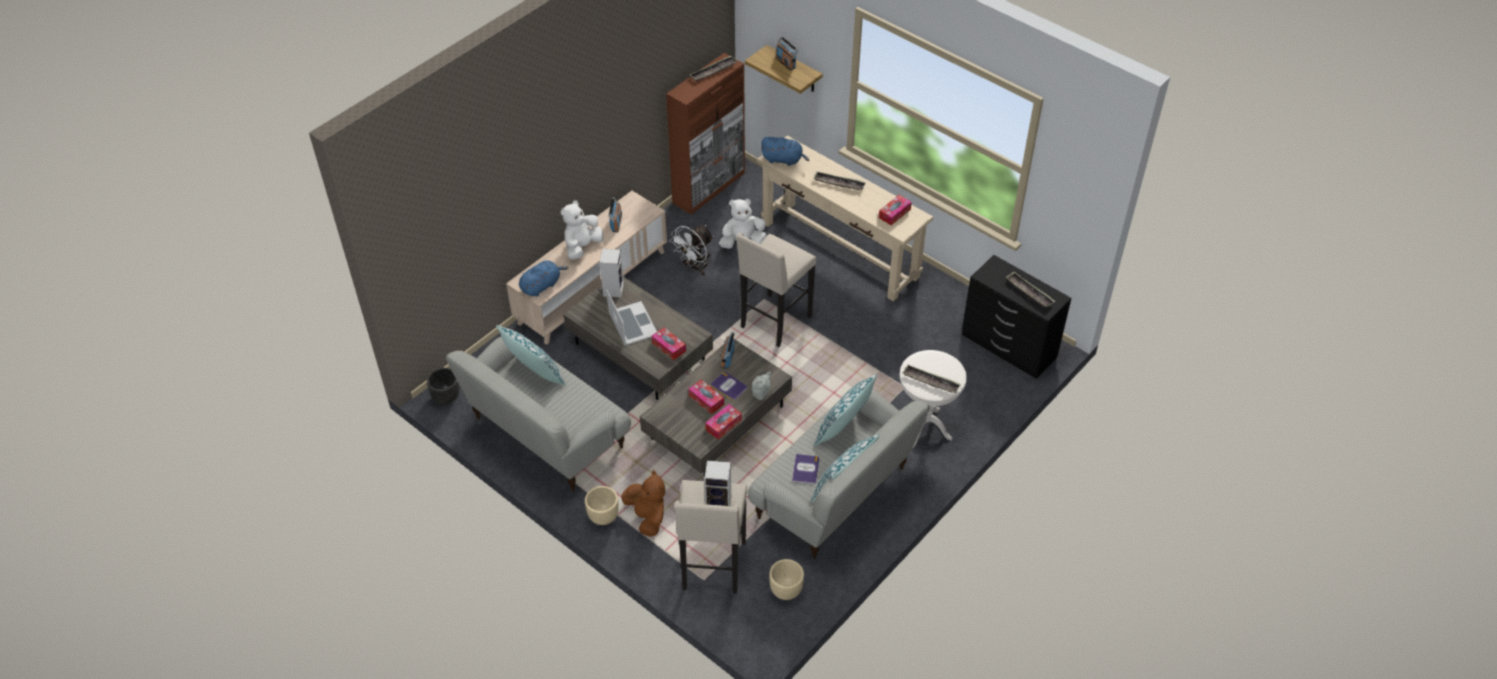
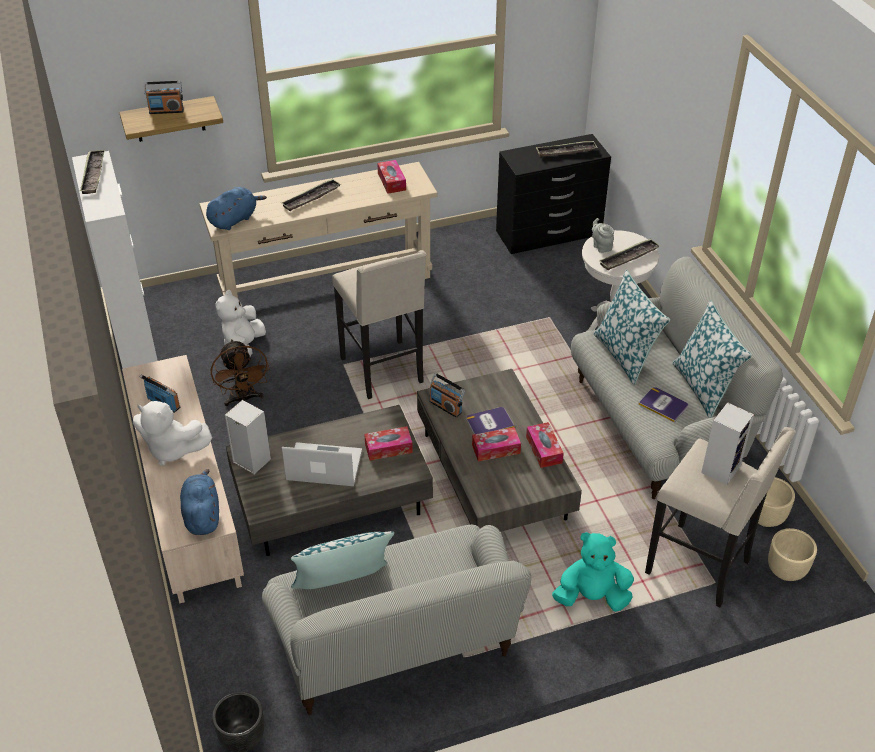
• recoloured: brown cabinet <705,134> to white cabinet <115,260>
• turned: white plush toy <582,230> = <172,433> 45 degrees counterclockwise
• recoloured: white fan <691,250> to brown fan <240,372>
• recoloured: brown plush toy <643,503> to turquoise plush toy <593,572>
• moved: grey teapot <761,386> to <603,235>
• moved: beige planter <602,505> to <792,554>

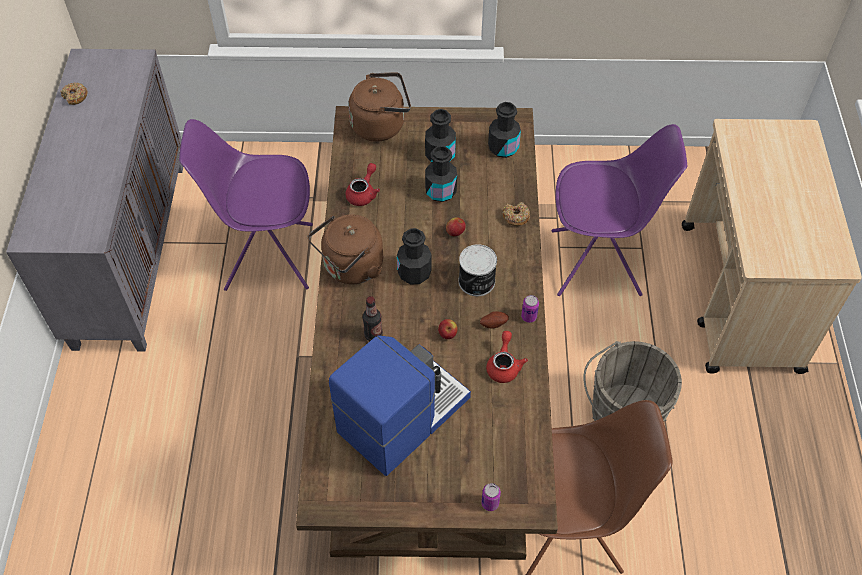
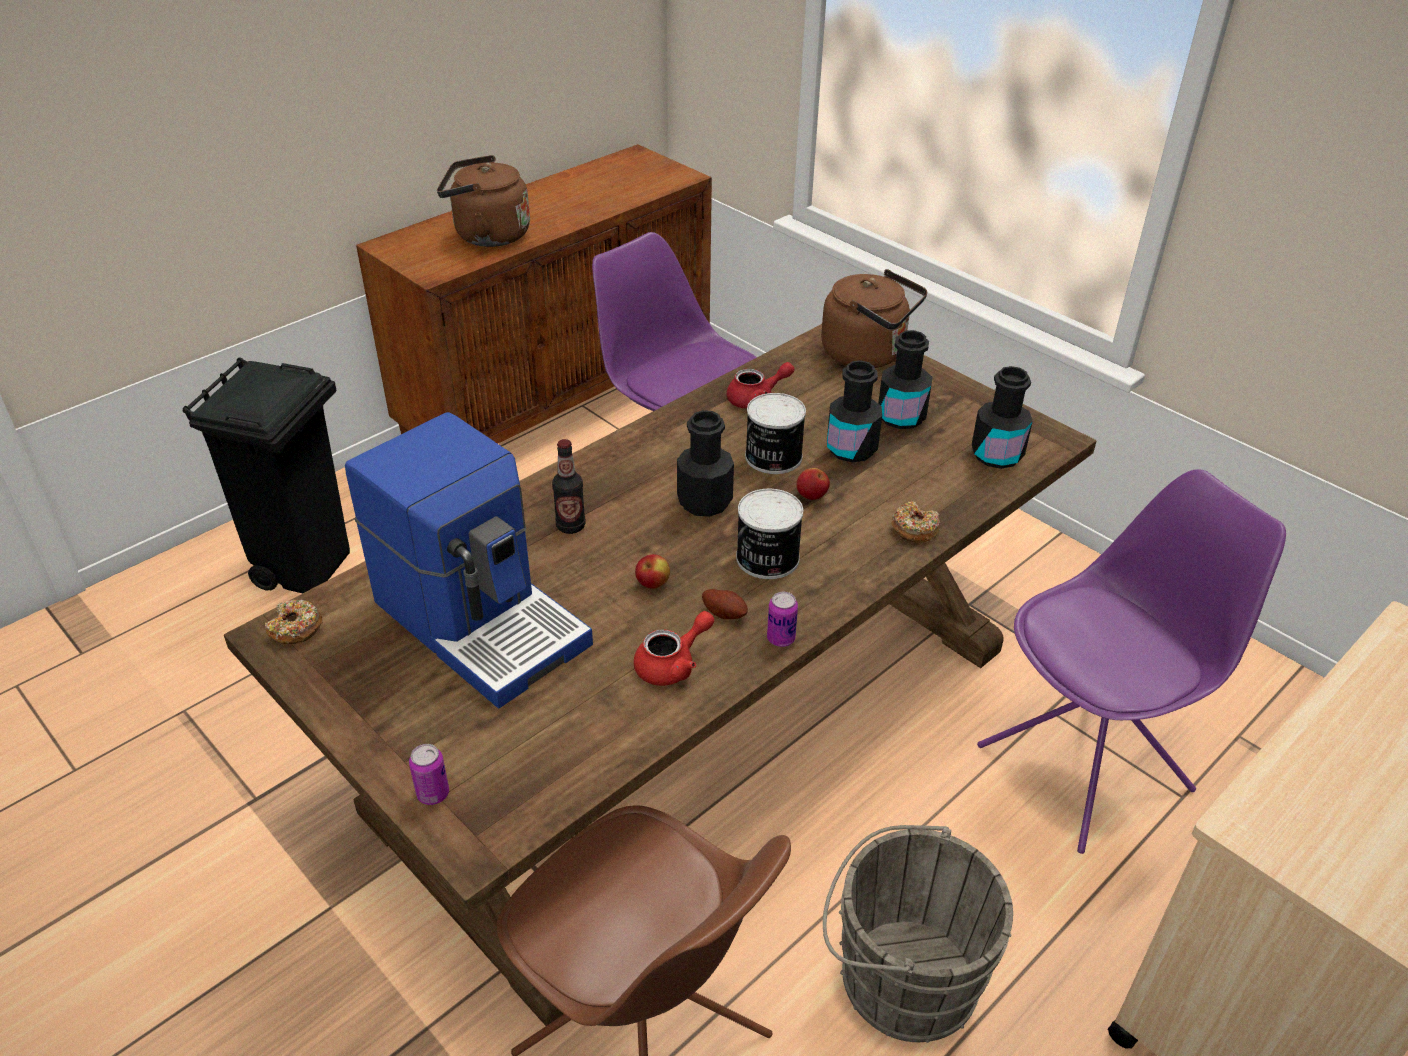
• added: black trash can <266,475>
• moved: donut <74,93> to <294,622>
• turned: coffee machine <400,405> = <469,560> 45 degrees clockwise
• recoloured: grey cabinet <94,200> to brown cabinet <534,294>
• moved: brown kettle <345,249> to <483,201>
• added: can <775,433>
• turned: purple chair <619,210> = <1131,661> 75 degrees counterclockwise

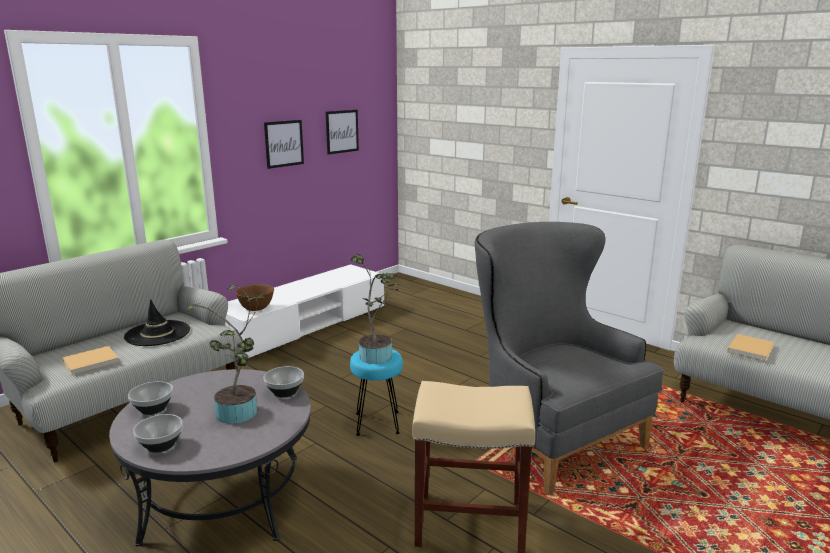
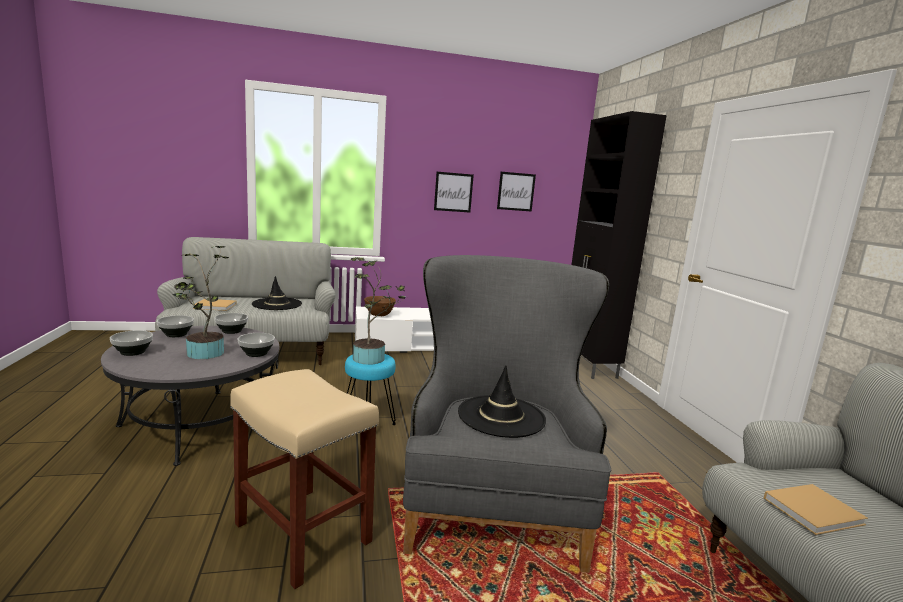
• added: bowl <231,323>
• added: black hat <502,401>
• added: black cabinet <619,245>

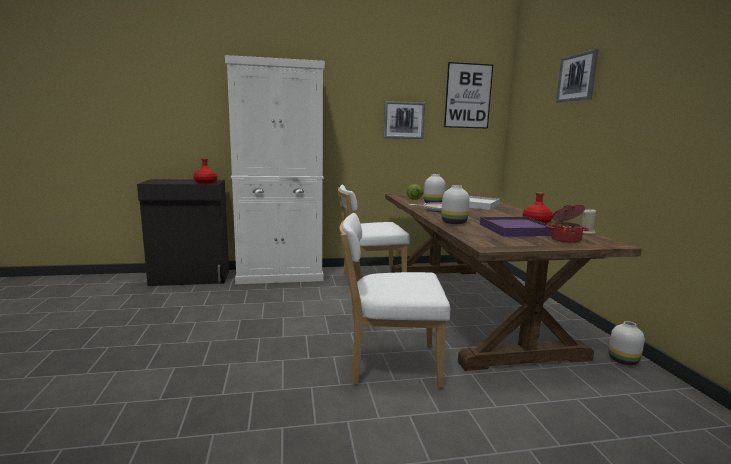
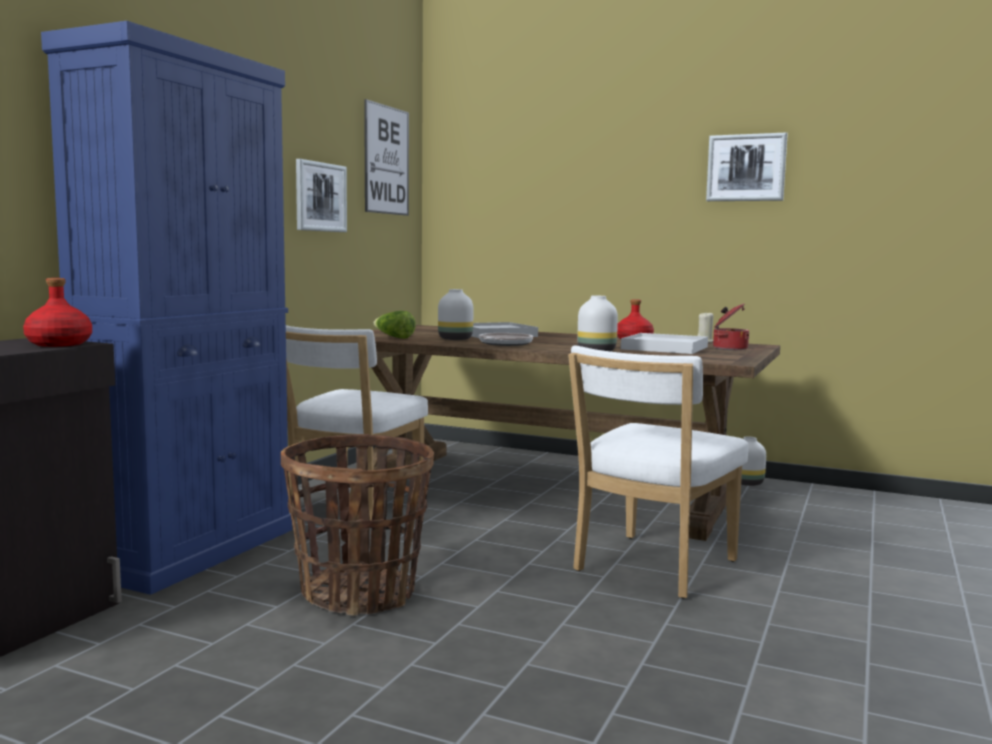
• recoloured: white cabinet <275,169> to blue cabinet <166,308>
• added: basket <357,525>
• recoloured: purple tray <516,227> to white tray <664,343>
• moved: picture <577,76> to <747,166>

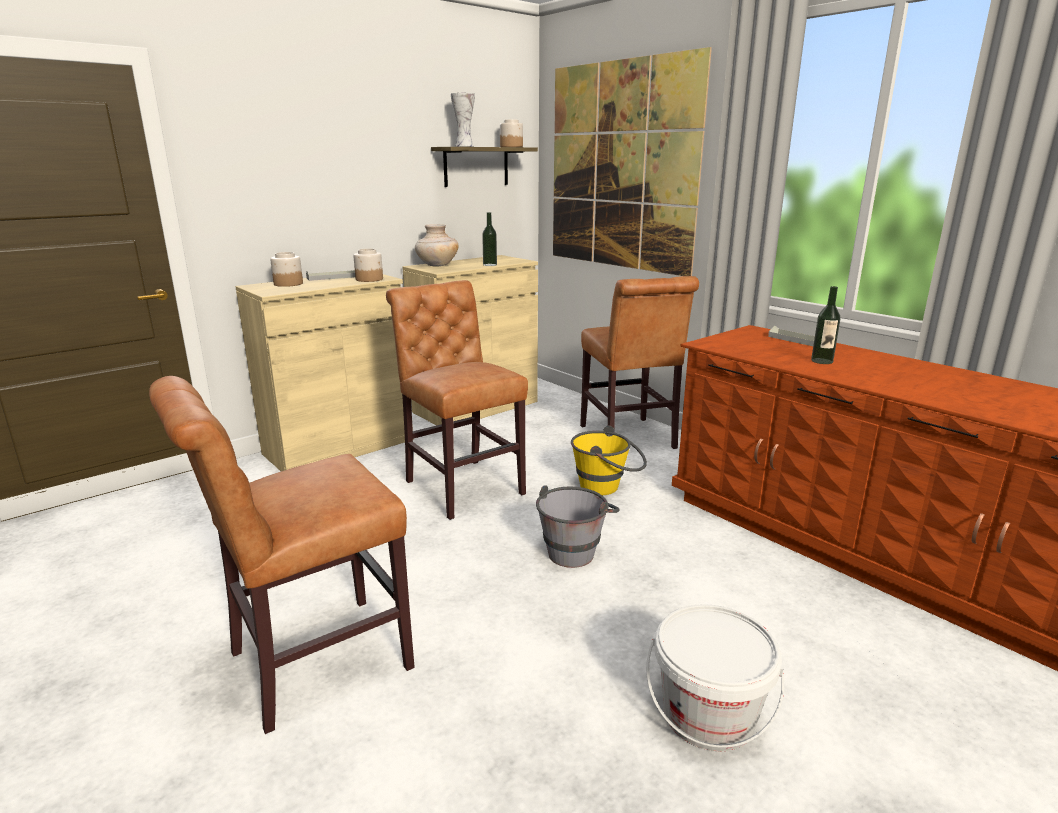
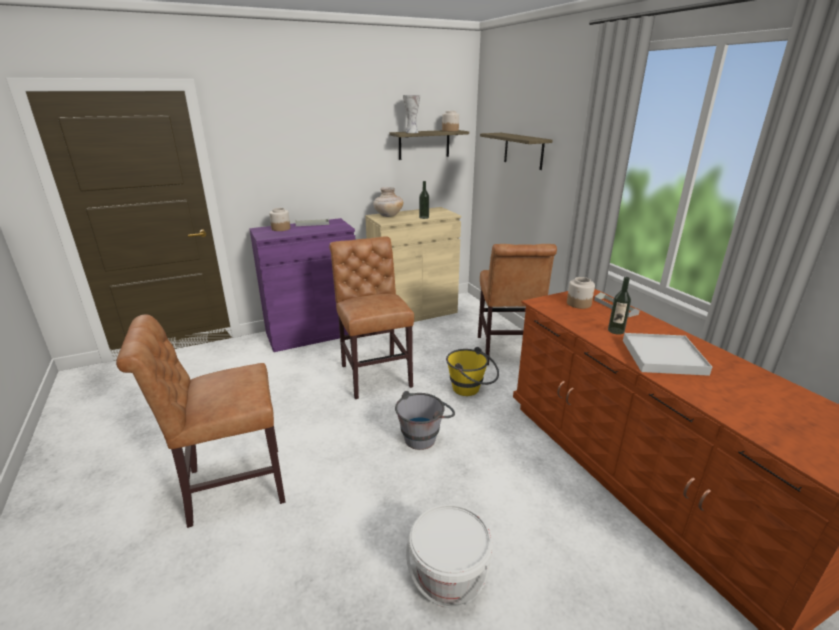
• recoloured: beige cabinet <324,372> to purple cabinet <302,285>
• replaced: picture <632,161> to shelf <516,151>
• moved: jar <368,265> to <581,293>
• added: white tray <667,354>

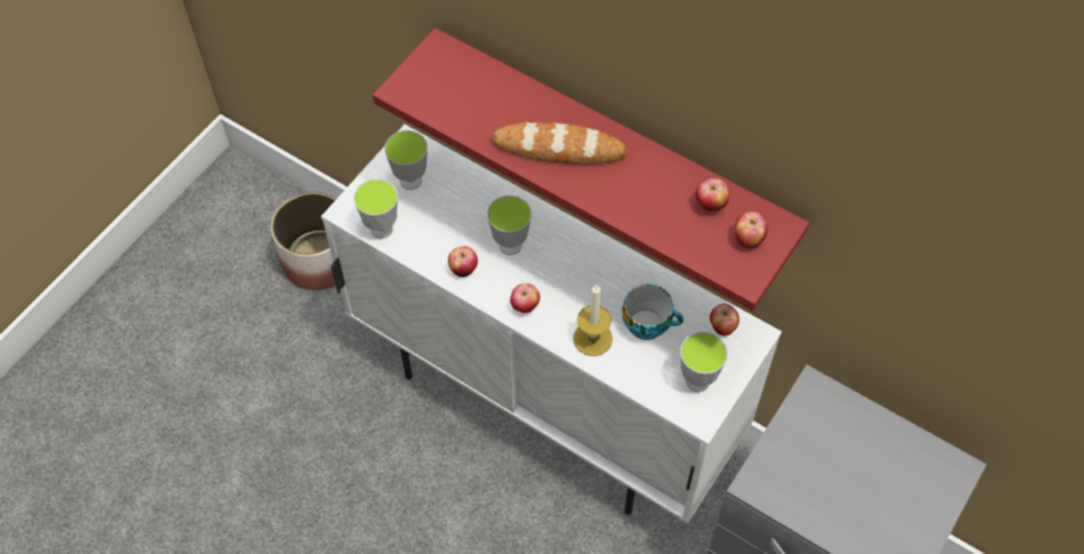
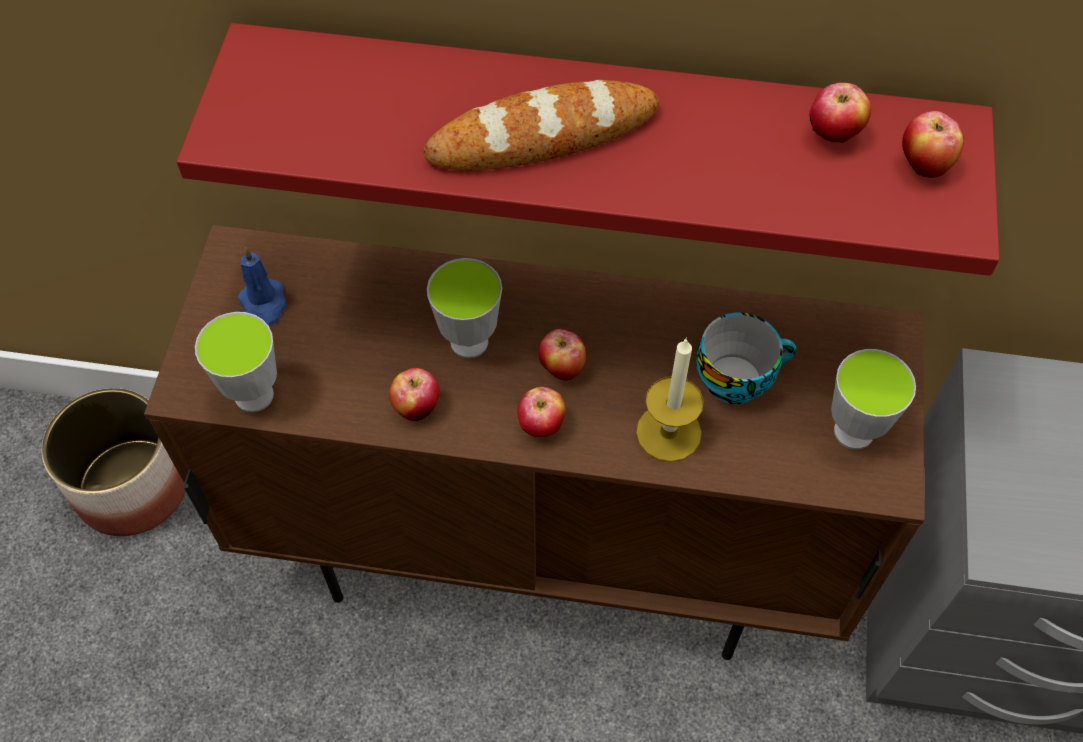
• recoloured: white cabinet <551,323> to brown cabinet <534,442>
• replaced: cup <406,160> to blue candle <262,286>
• moved: apple <724,319> to <562,354>

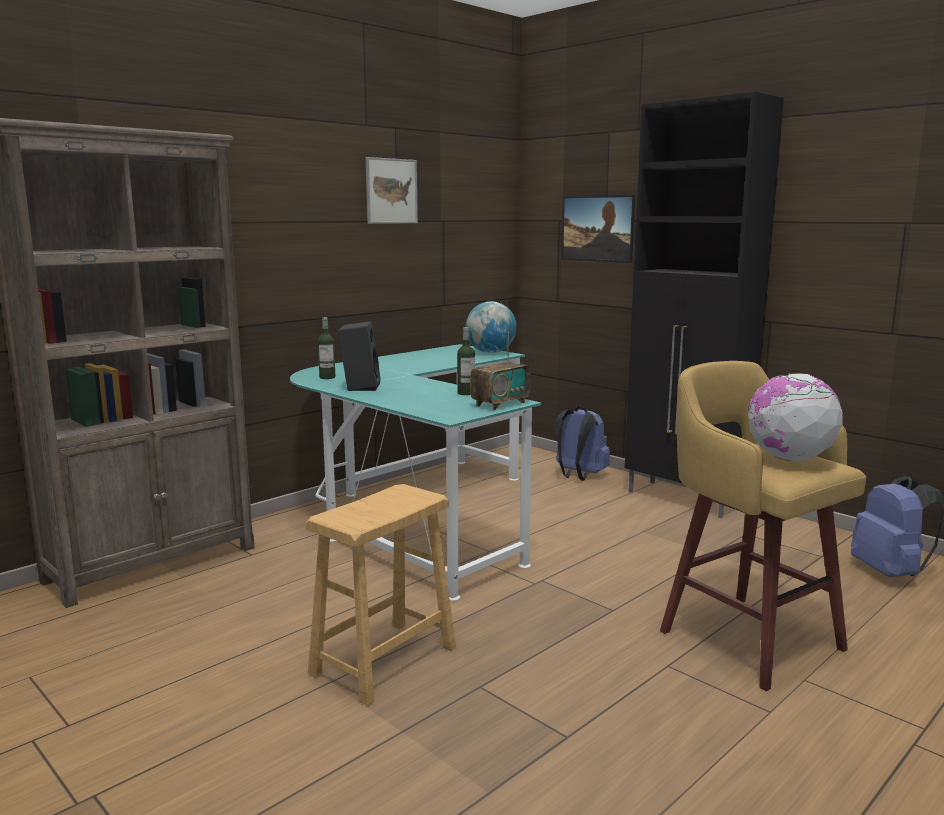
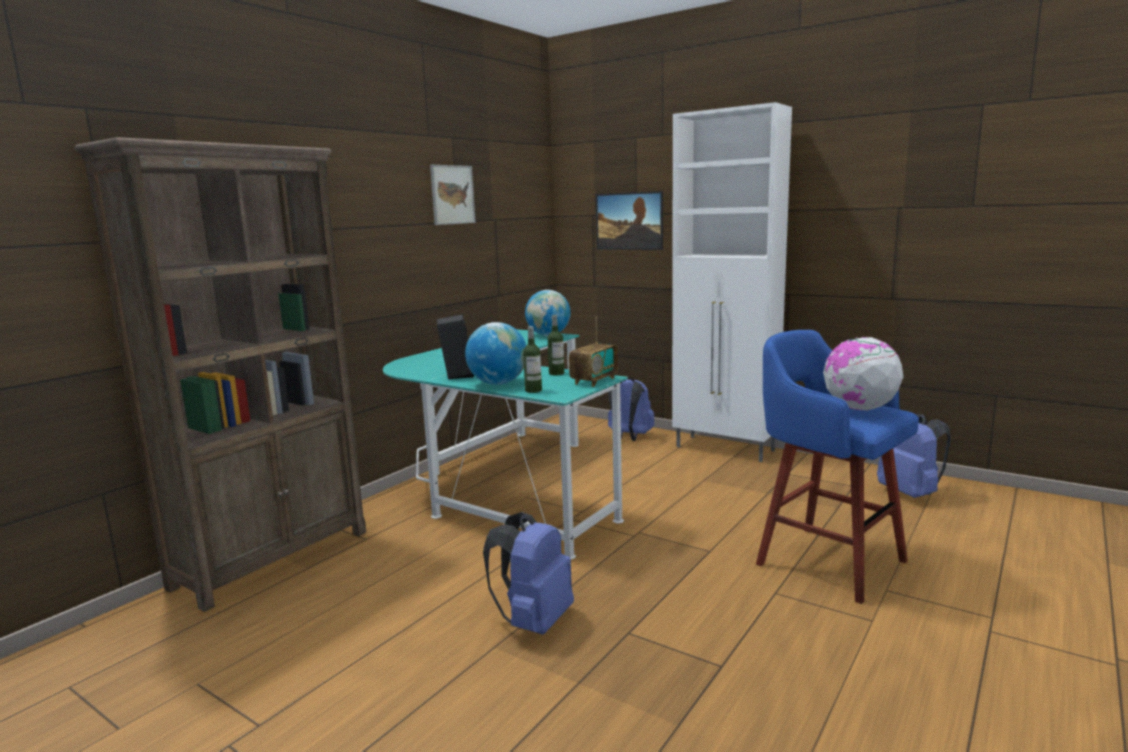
• added: globe <495,353>
• replaced: brown stool <380,595> to blue backpack <528,573>
• moved: bottle <326,348> to <532,359>
• recoloured: black cabinet <704,305> to white cabinet <732,282>
• recoloured: yellow stool <763,526> to blue stool <837,467>

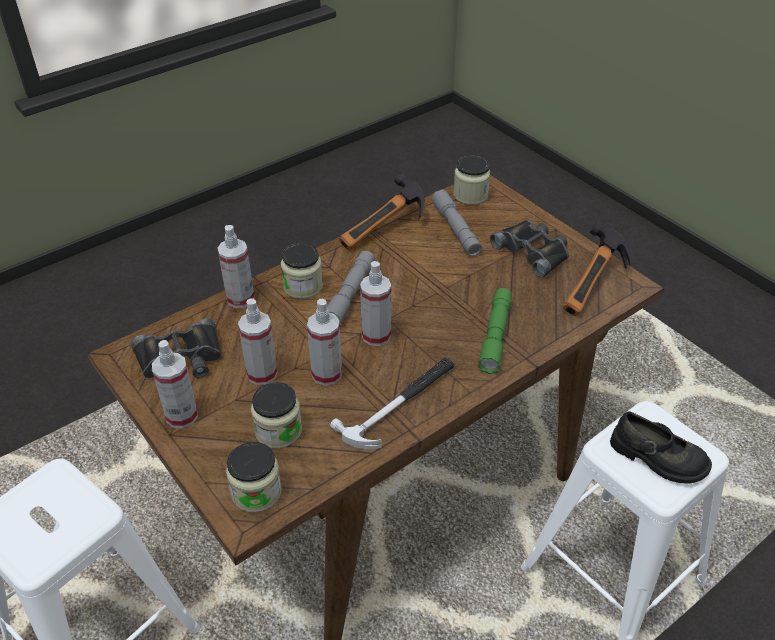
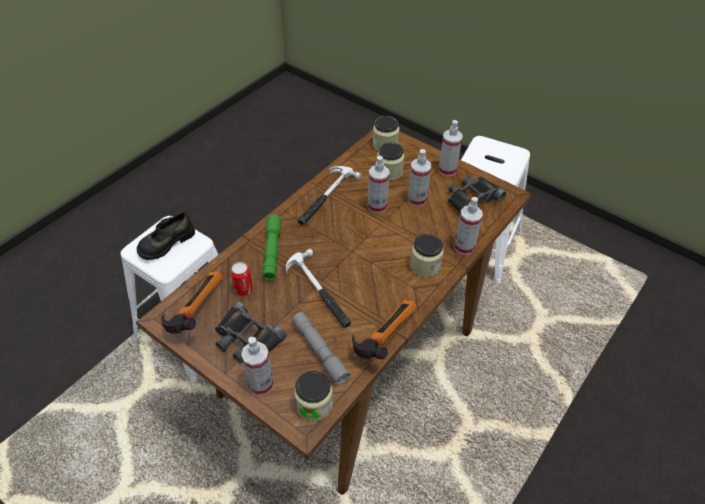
• turned: black shoe <661,447> = <166,236> 60 degrees counterclockwise
• added: can <242,279>
• moved: spray bottle <375,303> to <257,366>
• added: hammer <318,288>
• removed: grey flashlight <351,288>

